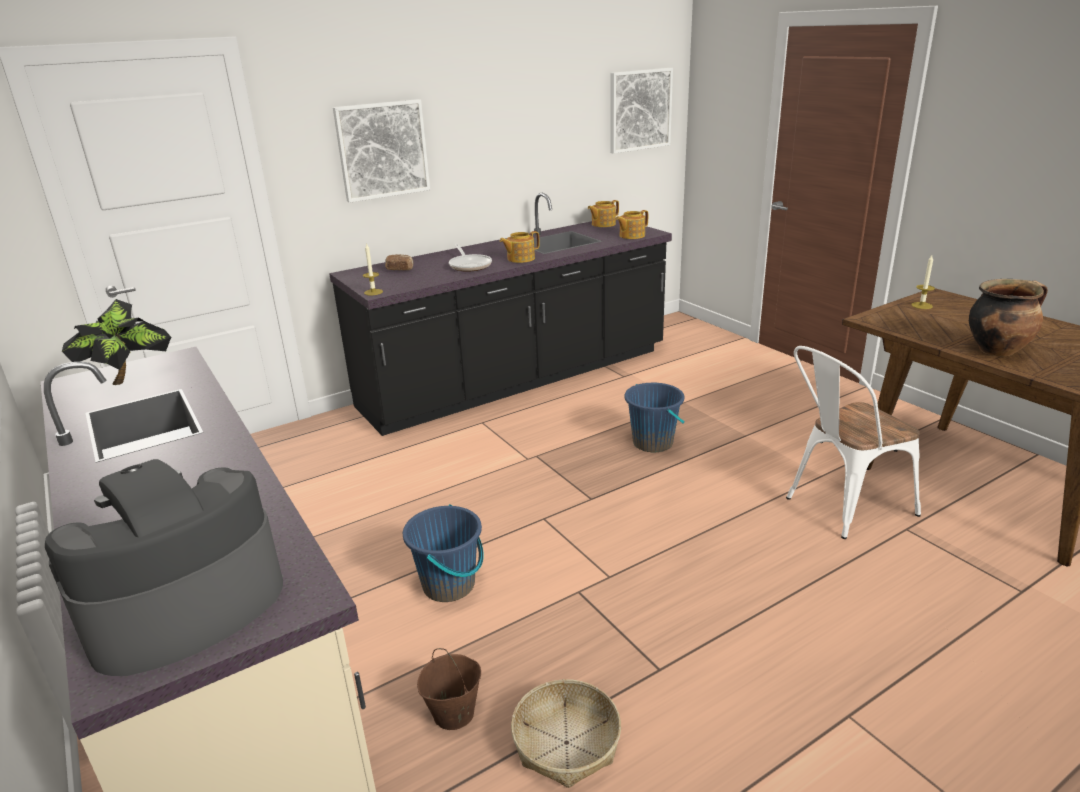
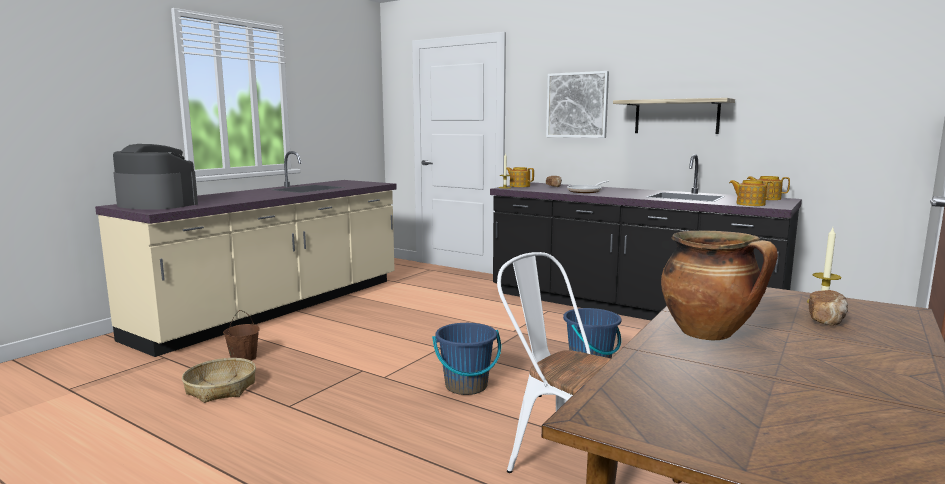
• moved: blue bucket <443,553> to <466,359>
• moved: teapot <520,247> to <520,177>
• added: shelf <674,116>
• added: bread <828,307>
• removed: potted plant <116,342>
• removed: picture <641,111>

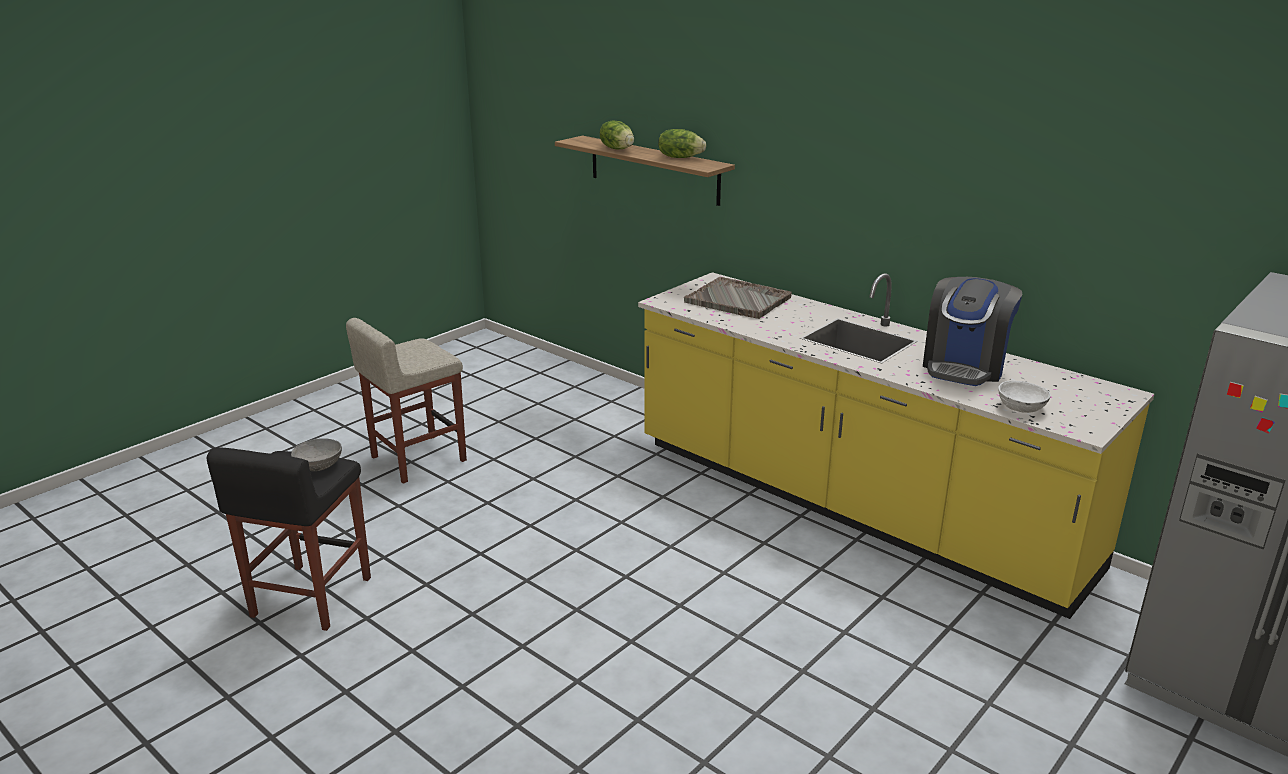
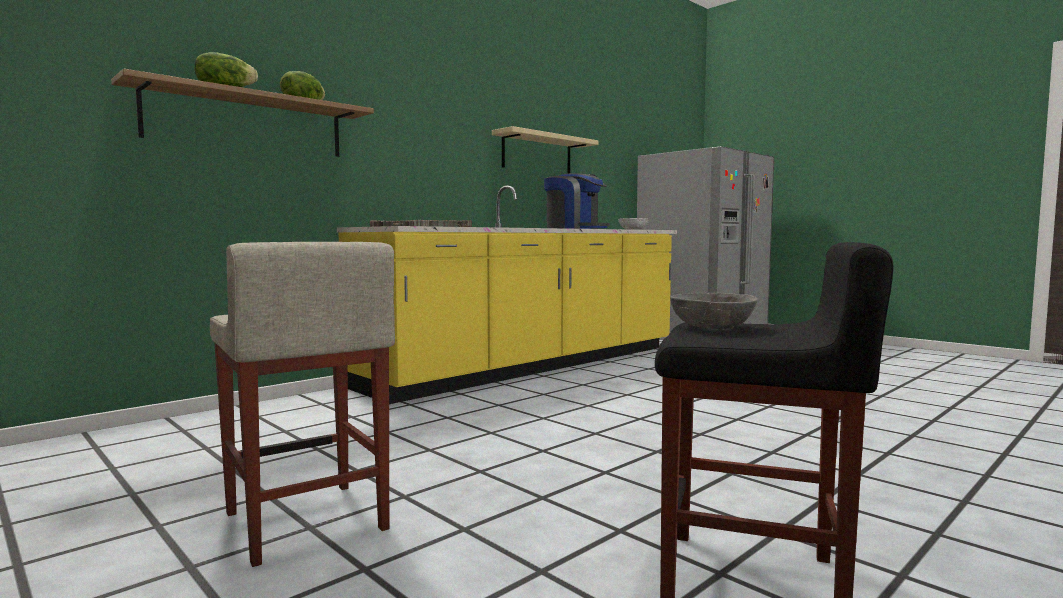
• added: beige shelf <545,149>

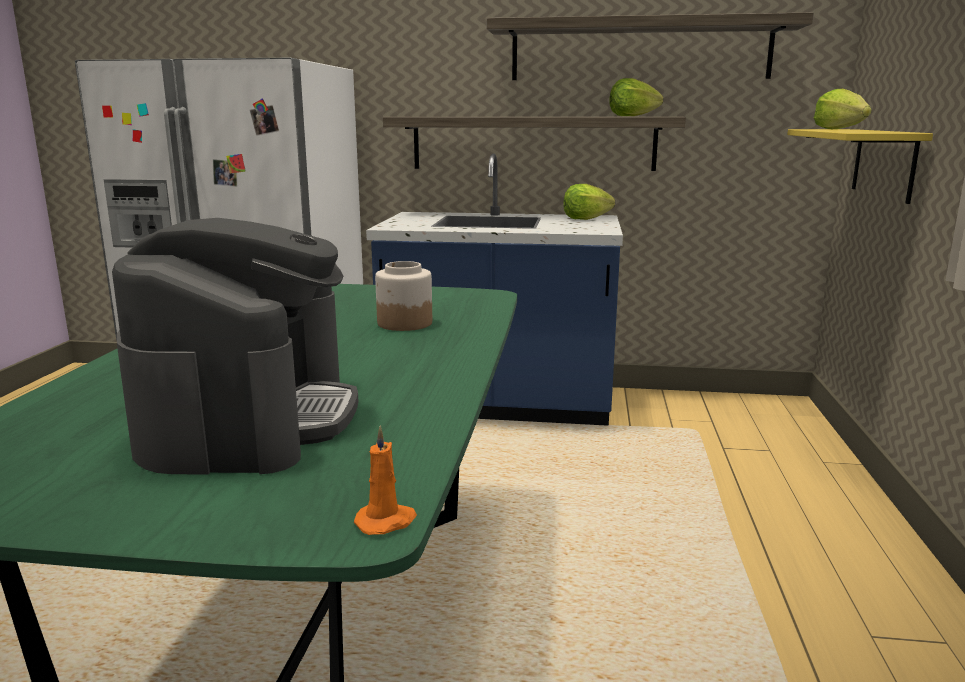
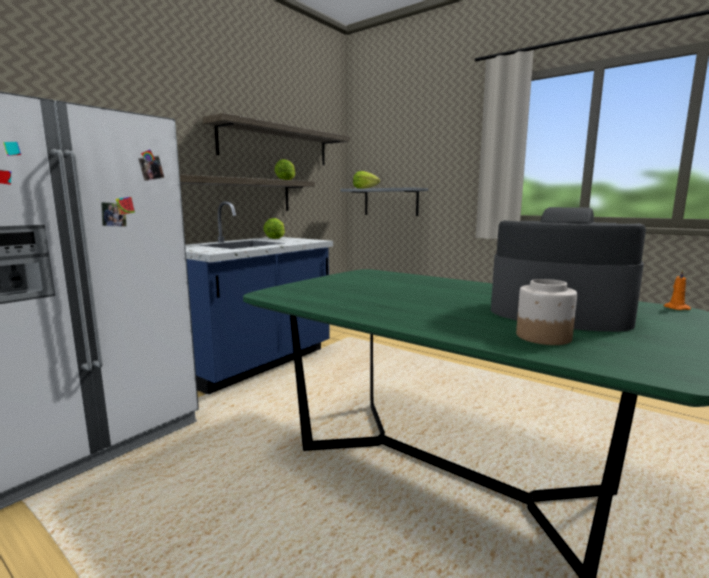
• recoloured: yellow shelf <860,166> to grey shelf <384,201>
• moved: jar <403,296> to <546,312>

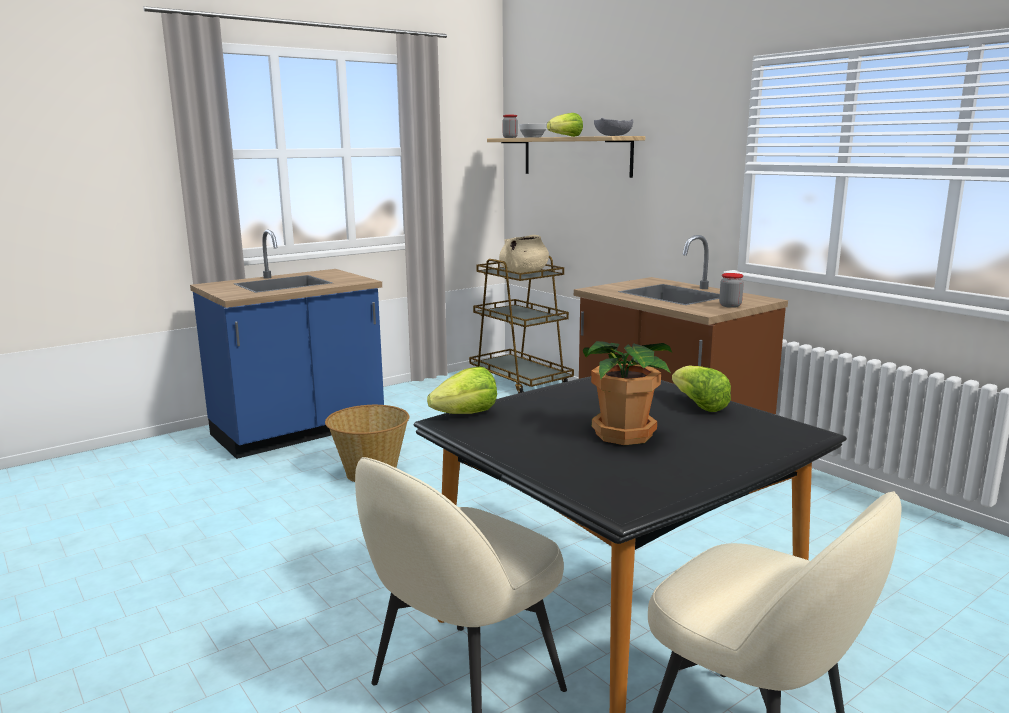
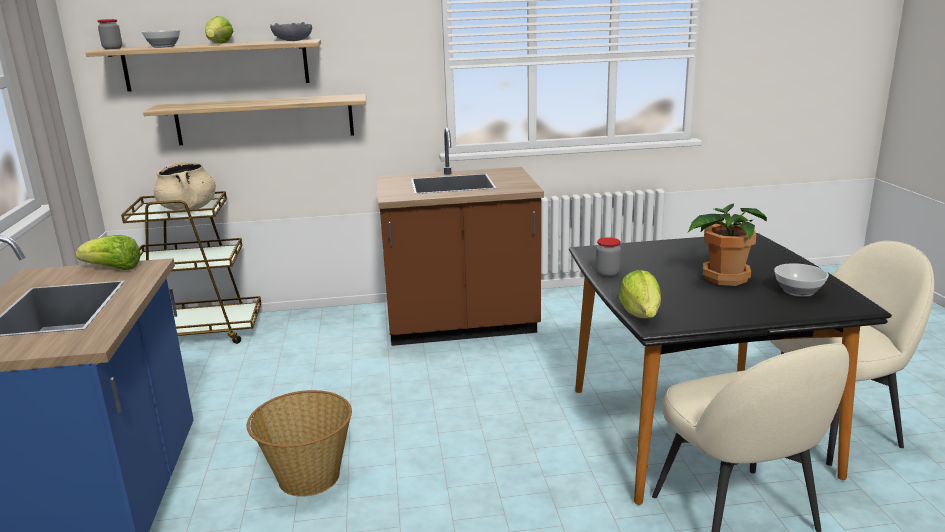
• moved: lettuce <701,388> to <108,252>
• added: shelf <254,119>
• moved: jar <731,290> to <608,257>
• added: bowl <801,280>

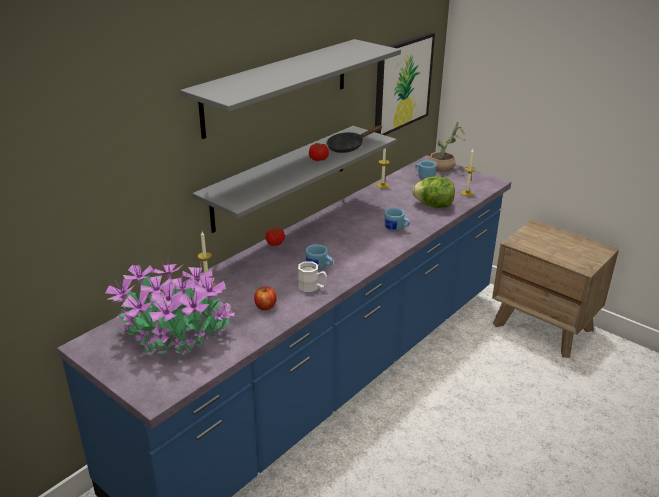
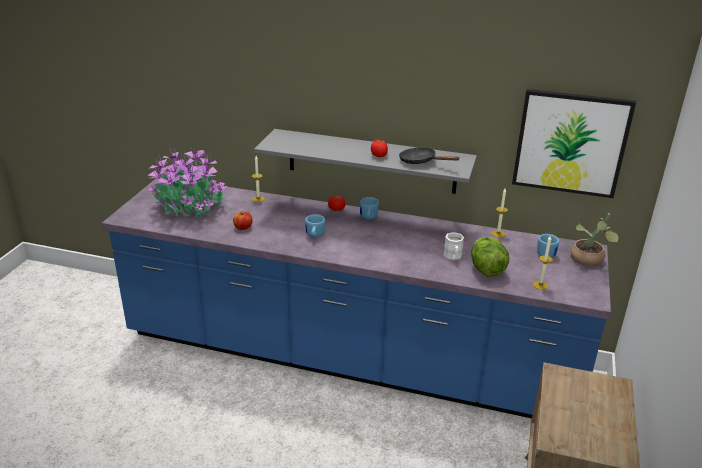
• moved: blue mug <397,219> to <369,208>
• moved: white mug <312,276> to <453,246>
• removed: grey shelf <290,89>

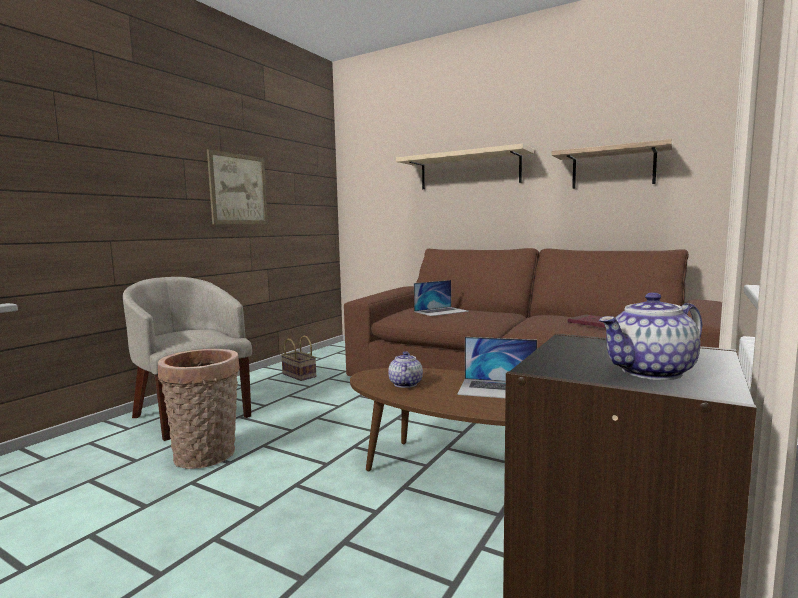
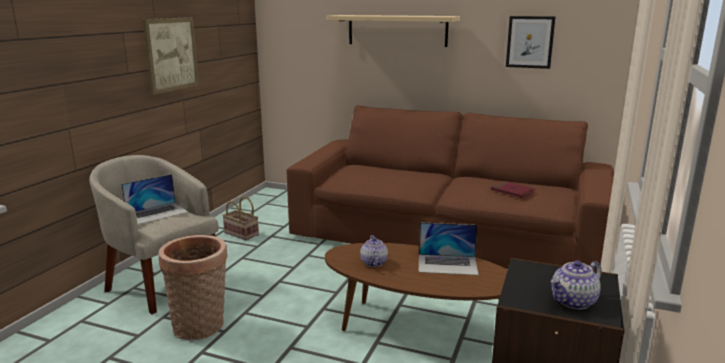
• moved: laptop <441,298> to <154,199>
• replaced: shelf <612,164> to picture <530,42>

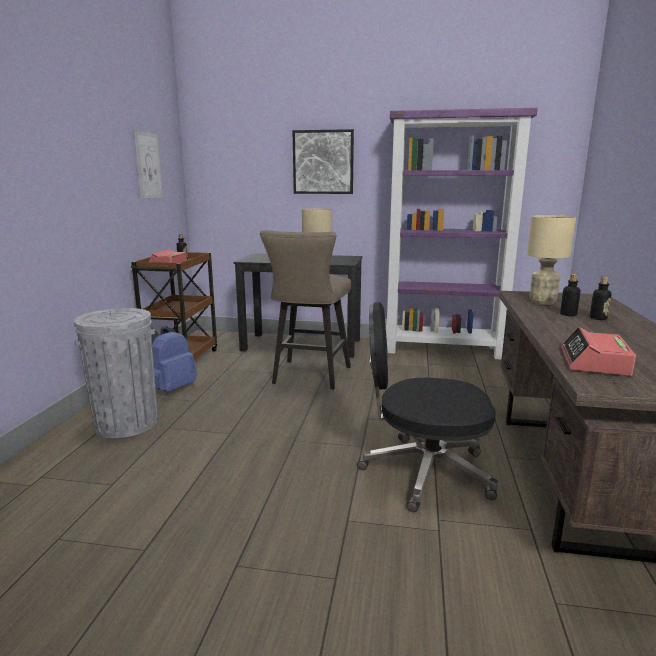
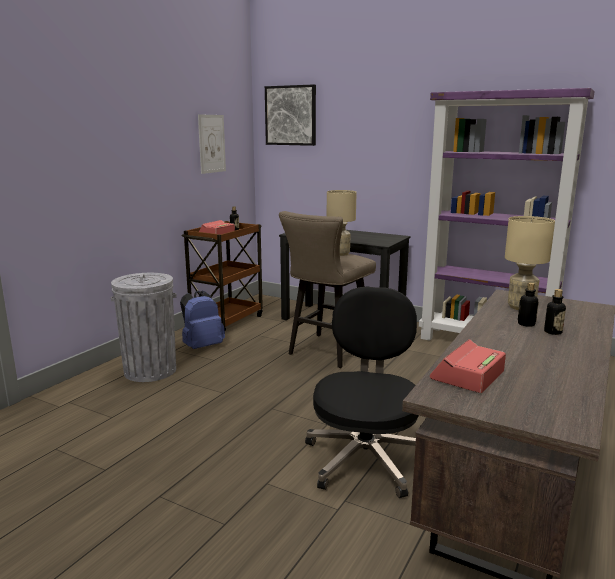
• moved: picture <323,161> to <290,115>
• turned: black office chair <427,407> = <362,392> 75 degrees clockwise

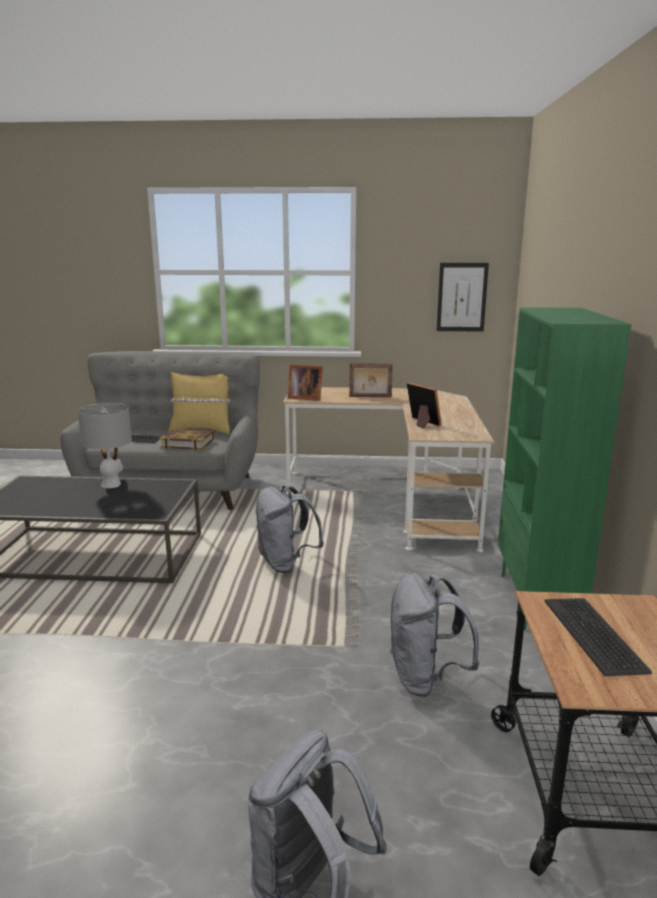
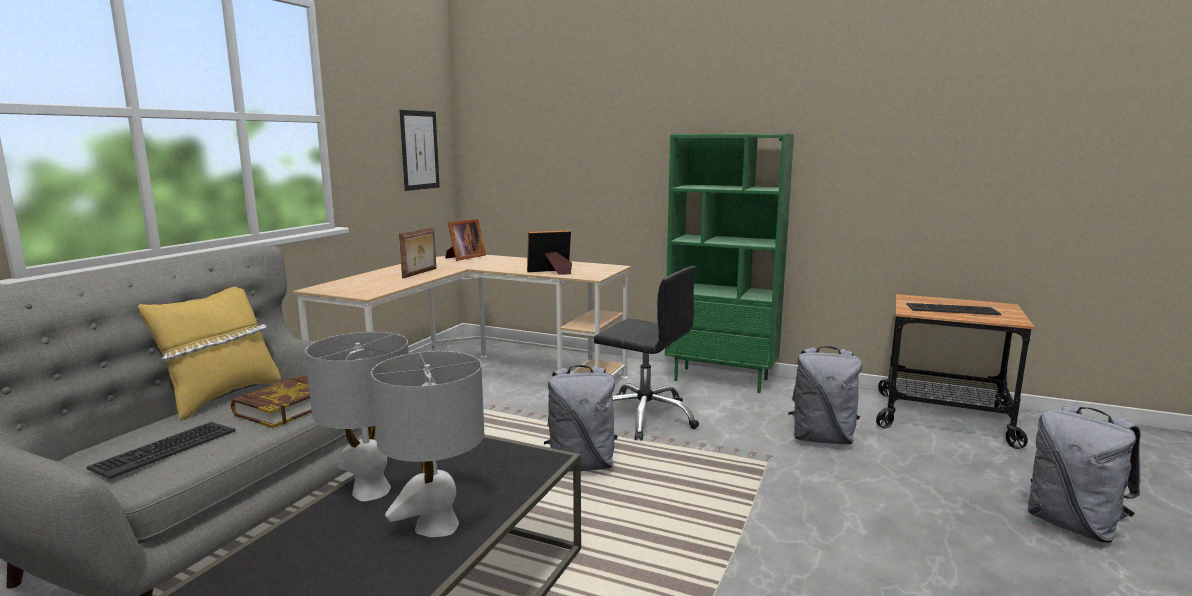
• added: grey table lamp <427,444>
• moved: picture frame <305,383> to <465,240>
• added: black office chair <646,353>

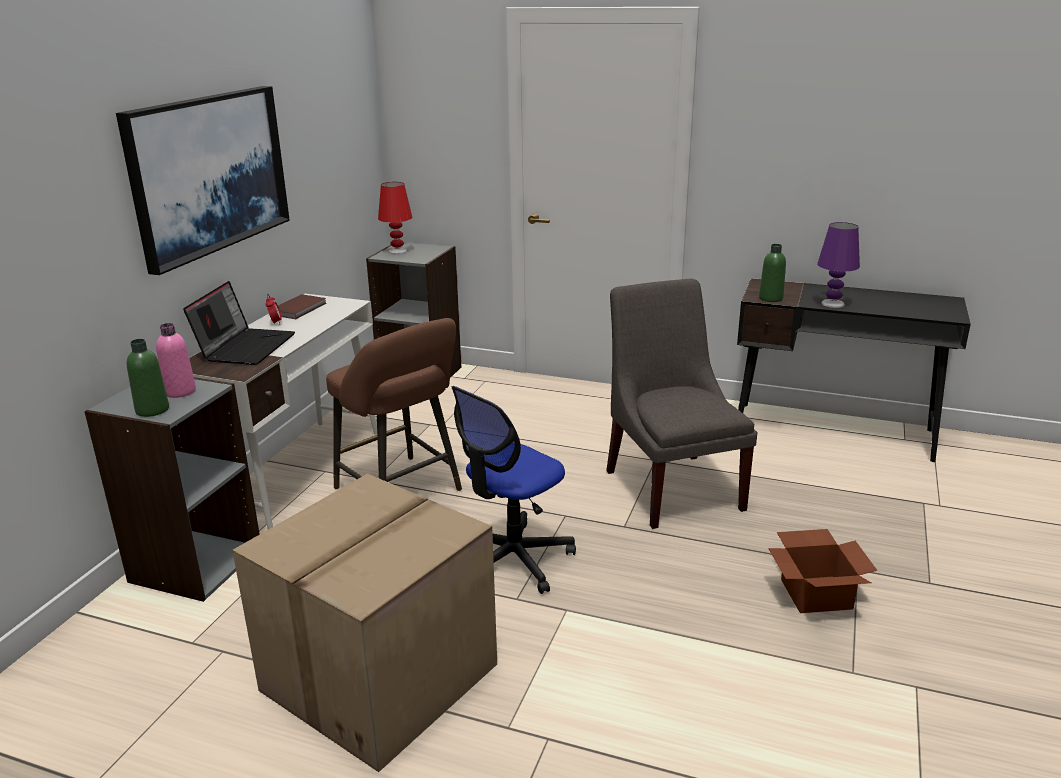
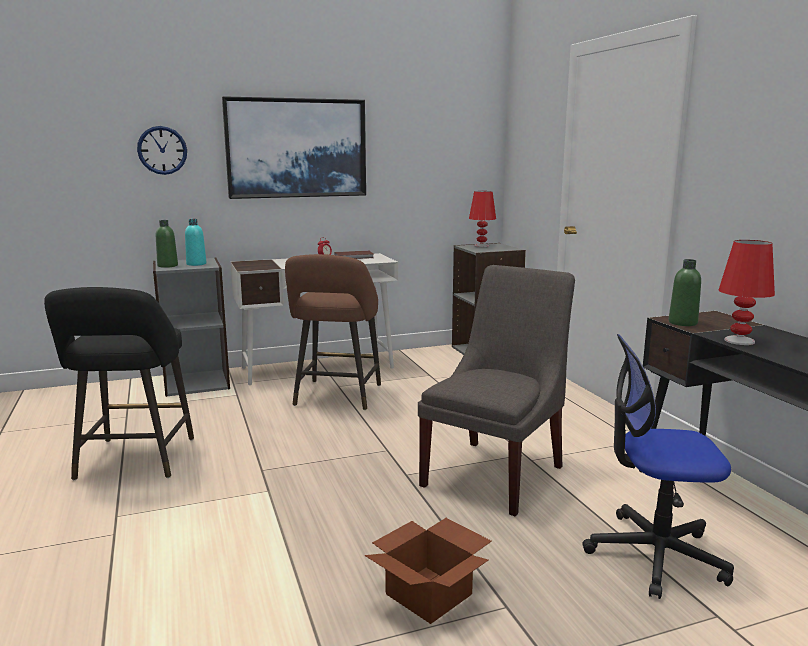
• replaced: cardboard box <364,623> to black stool <119,383>
• added: wall clock <162,150>
• recoloured: pink bottle <176,360> to turquoise bottle <195,242>
• moved: office chair <513,490> to <658,466>
• recoloured: purple table lamp <838,265> to red table lamp <746,292>
• removed: laptop <239,323>

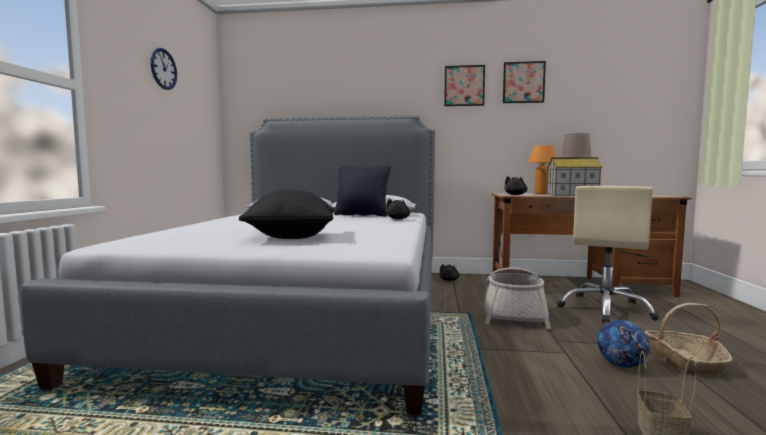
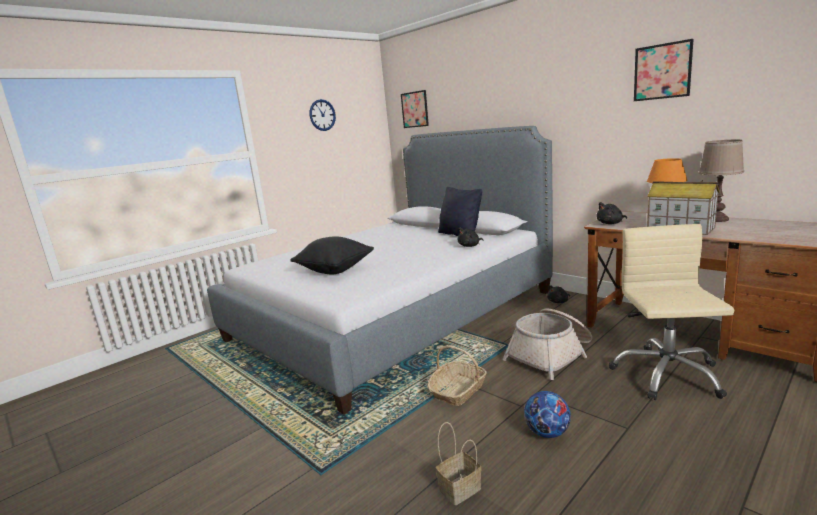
• moved: picture <464,85> to <415,109>
• moved: basket <689,339> to <457,375>
• turned: beige office chair <608,254> = <671,312> 120 degrees clockwise

